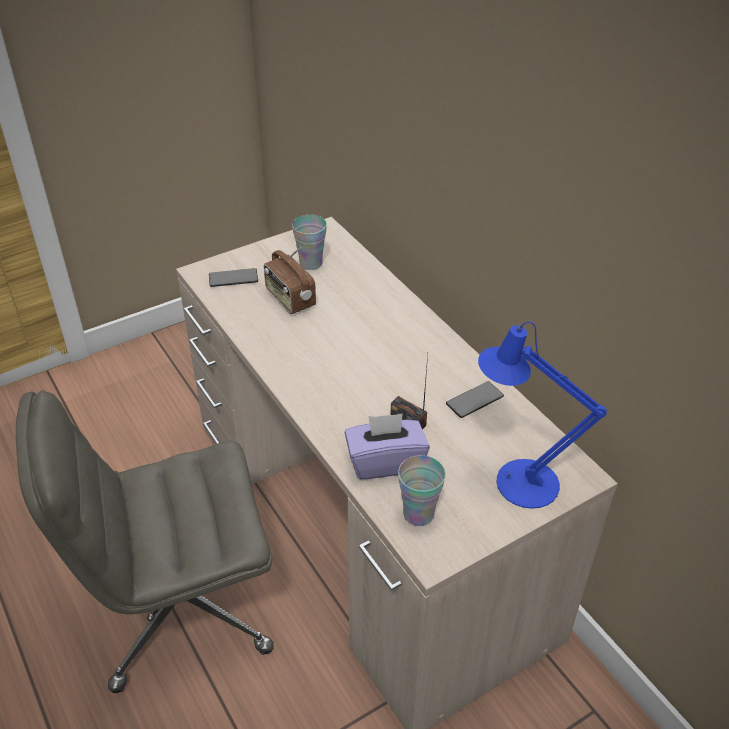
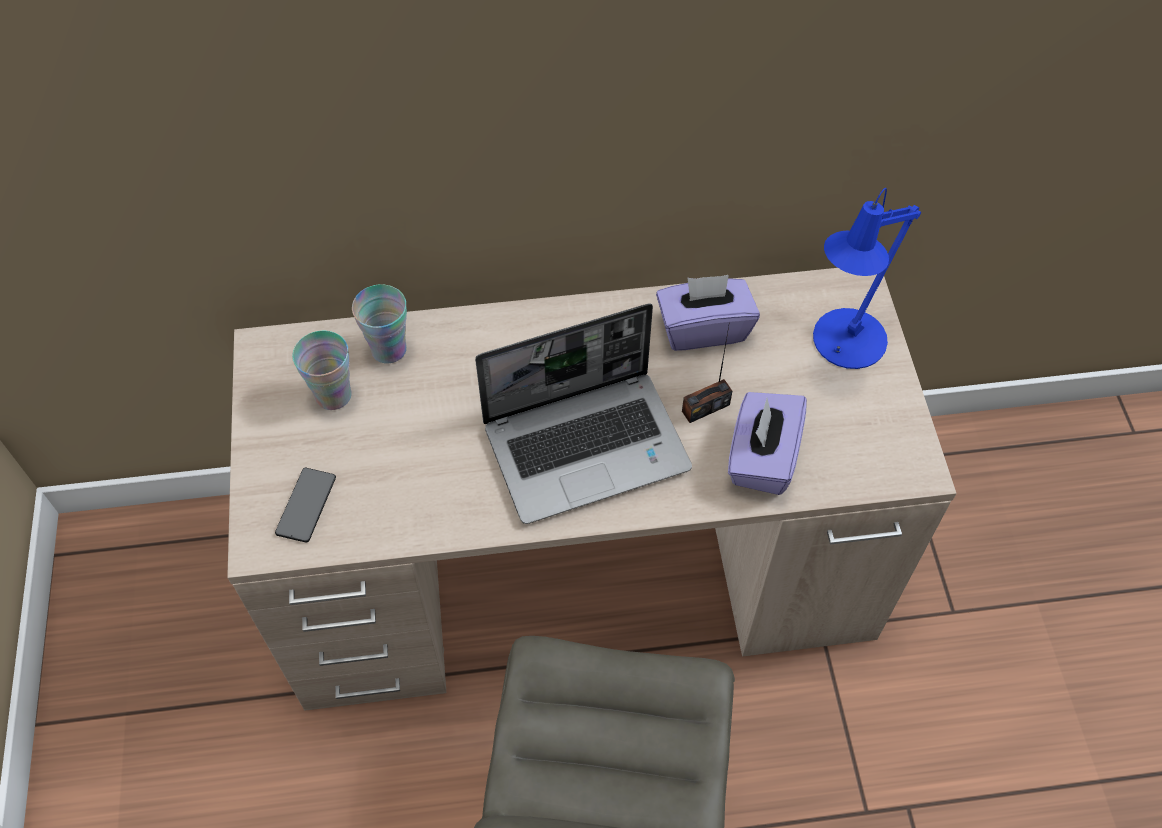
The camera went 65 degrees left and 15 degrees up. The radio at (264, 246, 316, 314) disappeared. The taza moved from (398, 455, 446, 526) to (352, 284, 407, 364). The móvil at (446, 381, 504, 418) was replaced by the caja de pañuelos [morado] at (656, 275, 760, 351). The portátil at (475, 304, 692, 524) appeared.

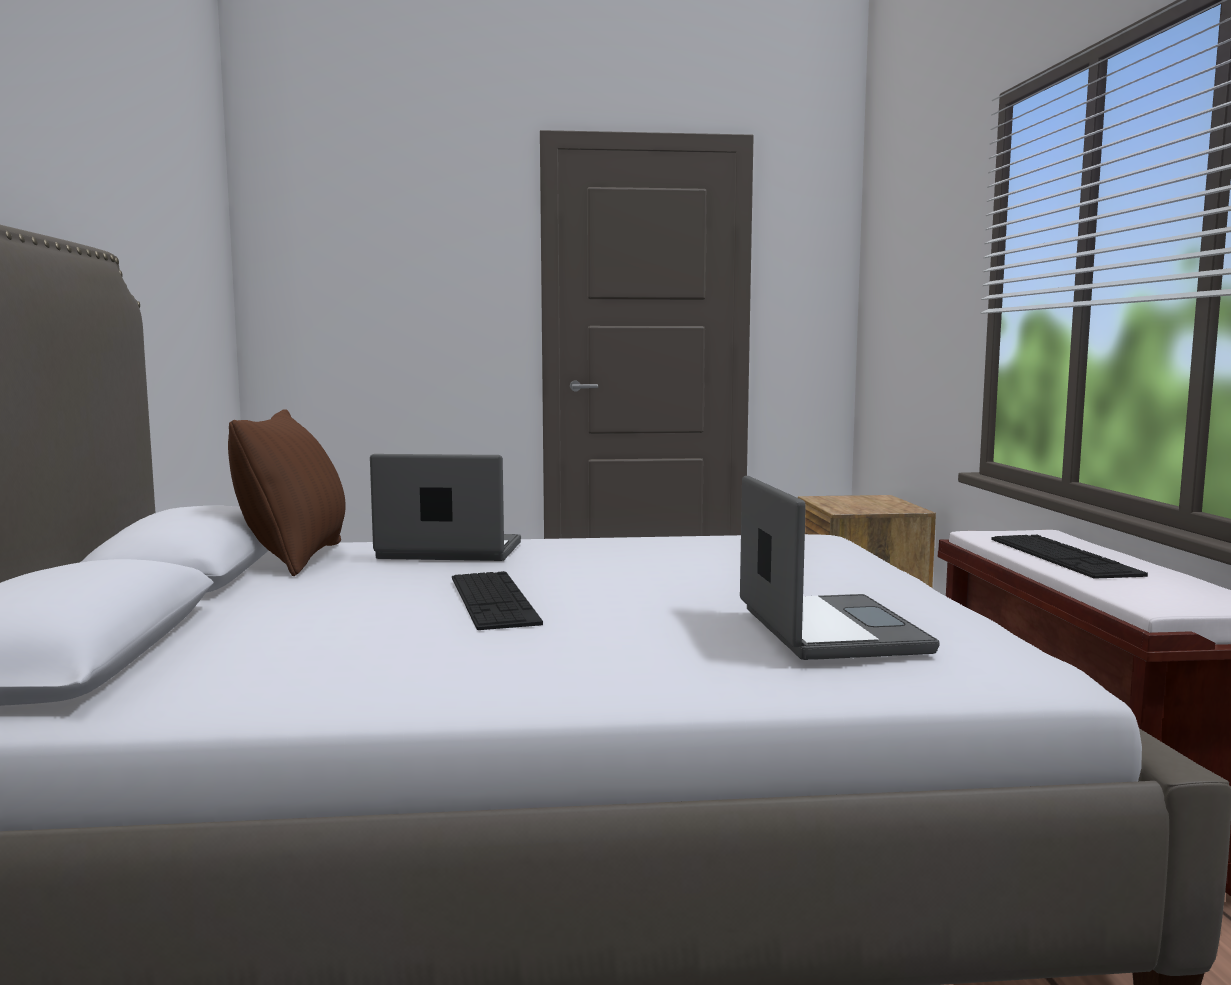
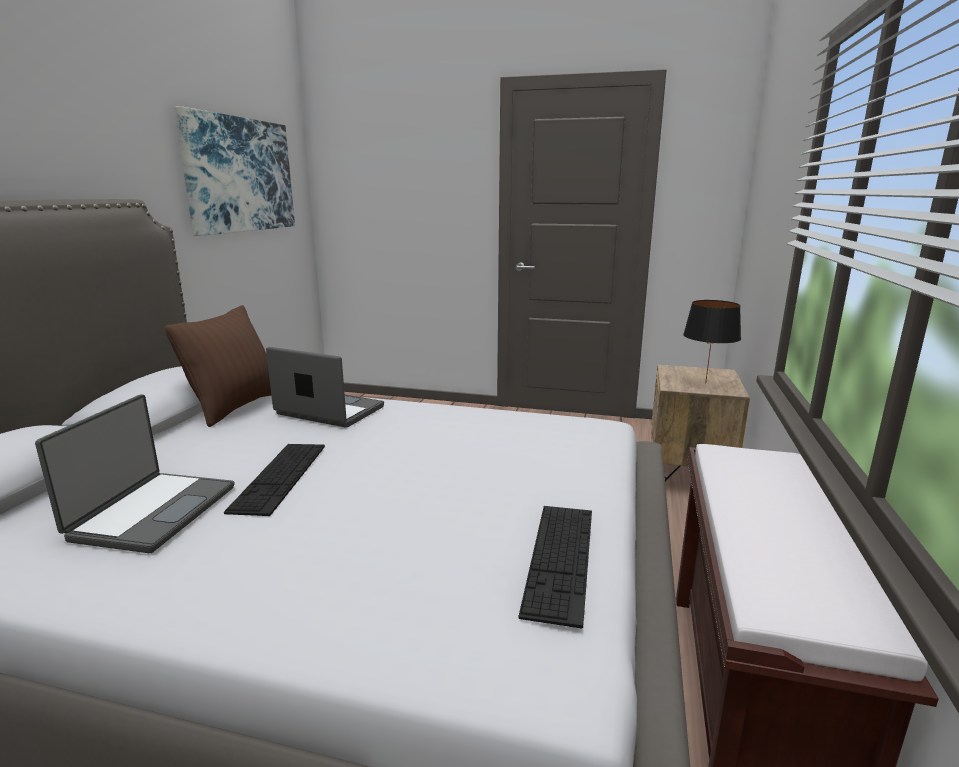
The camera went 20 degrees right and 10 degrees up. The portátil moved from (740, 476, 940, 660) to (35, 395, 235, 553). The teclado moved from (991, 535, 1148, 579) to (519, 506, 592, 629). The cuadro at (174, 106, 295, 236) appeared. The lámpara de mesa [negro] at (683, 300, 741, 383) appeared.

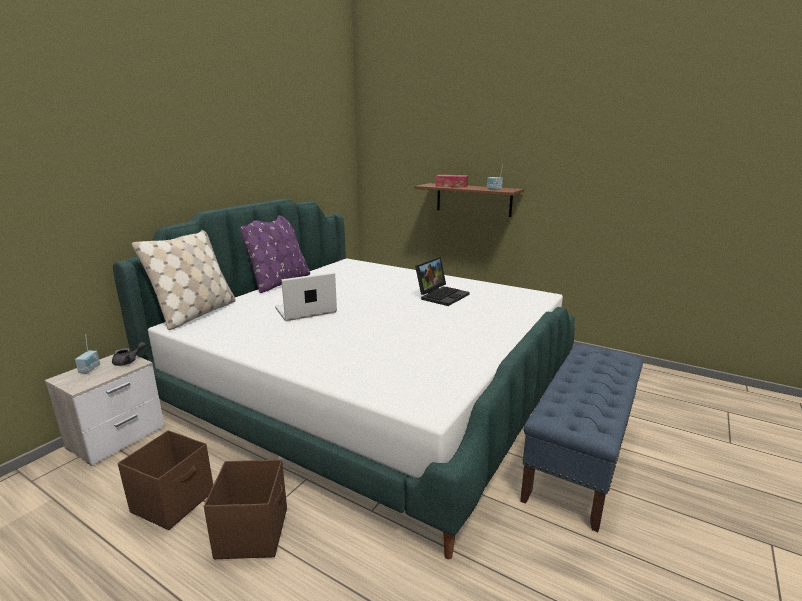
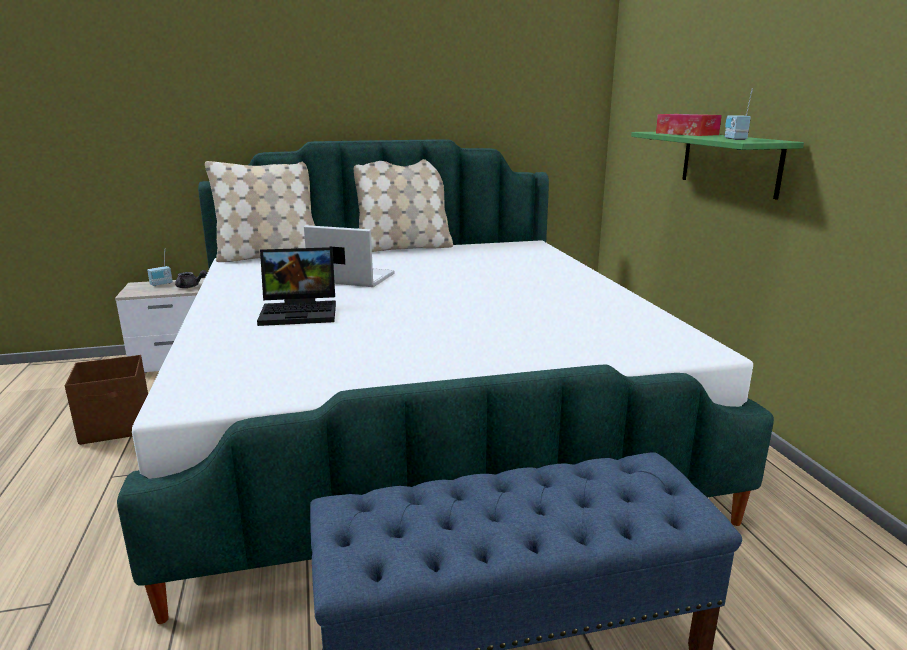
The camera went 45 degrees right and 0 degrees up. The caja de almacenaje [marrón] at (204, 460, 287, 559) disappeared. The cojín [morado] at (240, 215, 310, 293) became the cojín [beis] at (354, 159, 453, 252). The estante [marrón] at (415, 183, 524, 217) became the estante [verde] at (631, 132, 804, 200). The portátil moved from (415, 257, 470, 306) to (257, 247, 336, 326).

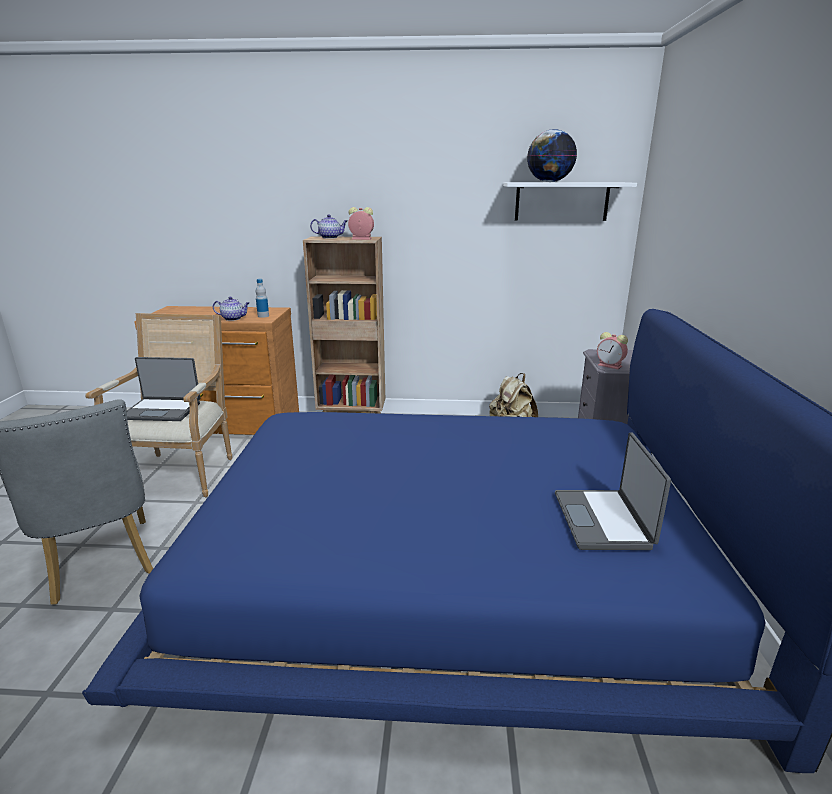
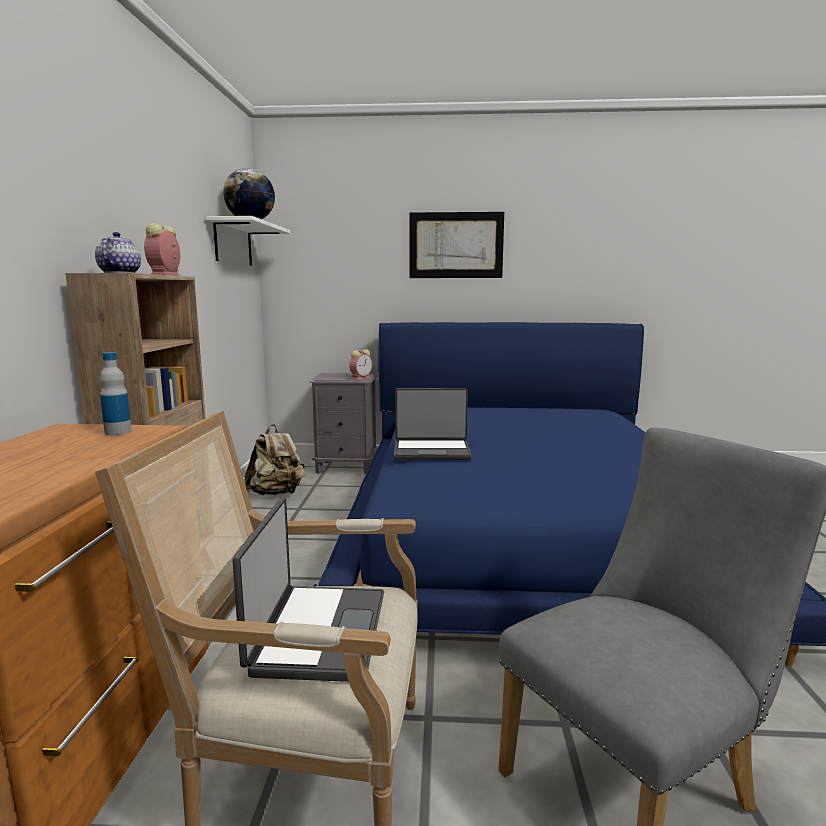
The camera went 90 degrees left and 10 degrees down. The tetera at (213, 297, 250, 321) disappeared. The portátil moved from (555, 433, 671, 550) to (394, 388, 472, 460). The cuadro at (409, 212, 504, 278) appeared.

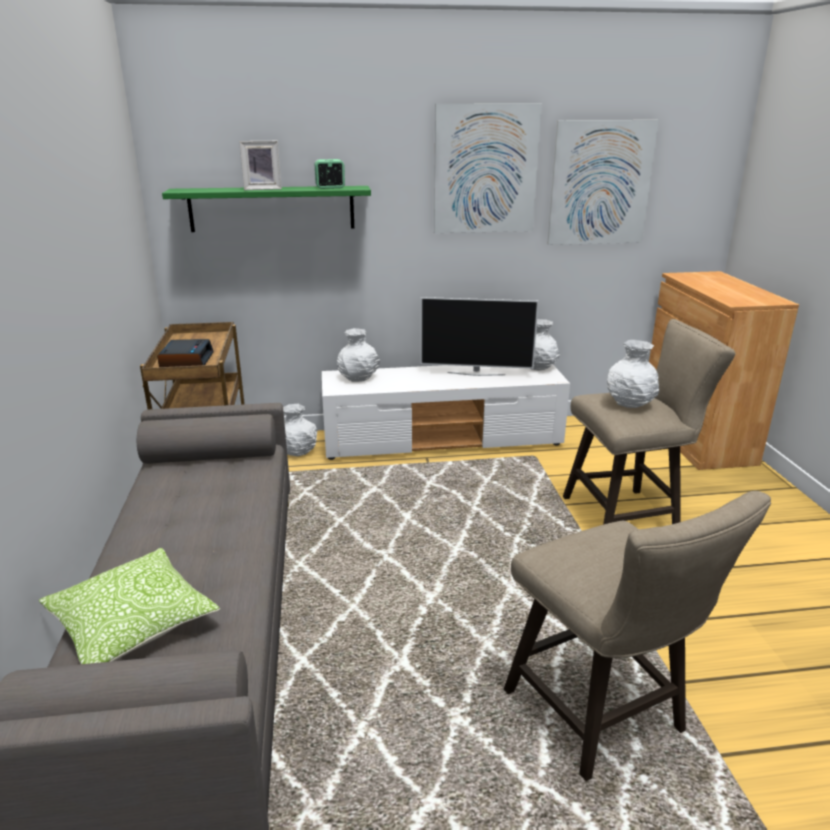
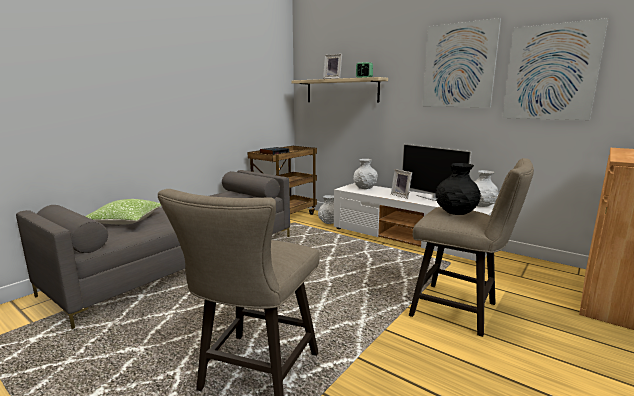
The camera went 45 degrees right and 10 degrees down. The estante [verde] at (162, 186, 371, 232) became the estante [beis] at (291, 77, 388, 102). The florero [blanco] at (607, 340, 659, 408) became the florero [negro] at (435, 163, 481, 215). The portarretratos at (391, 169, 412, 199) appeared.

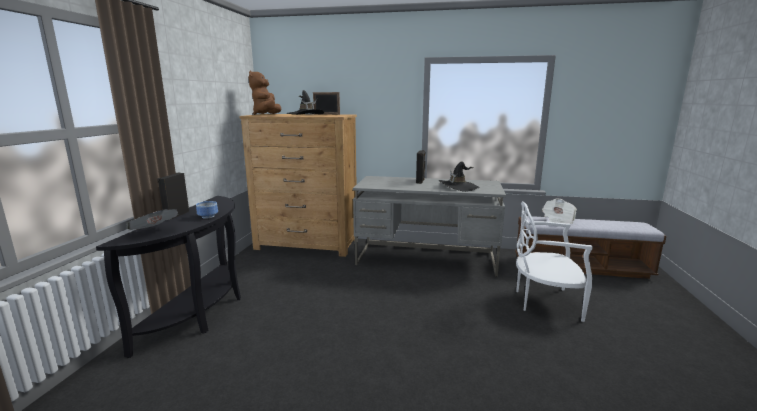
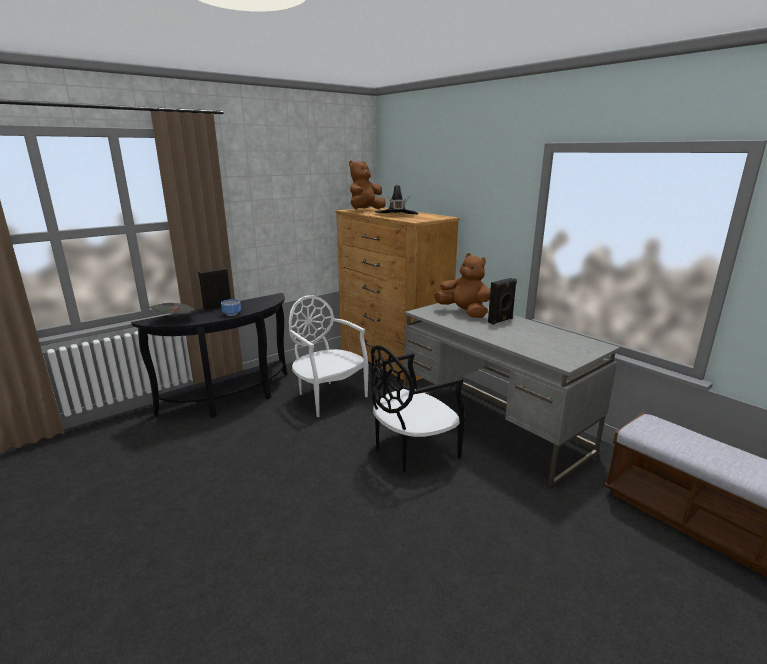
The camera went 40 degrees right and 5 degrees up. The portarretratos at (313, 92, 340, 115) disappeared. The sombrero [negro] at (439, 162, 480, 192) disappeared. The silla [blanco] moved from (516, 202, 593, 322) to (289, 295, 369, 417). The periódico at (542, 198, 577, 224) disappeared. The silla [negro] at (371, 345, 465, 472) appeared. The peluche [marrón] at (434, 253, 490, 318) appeared.

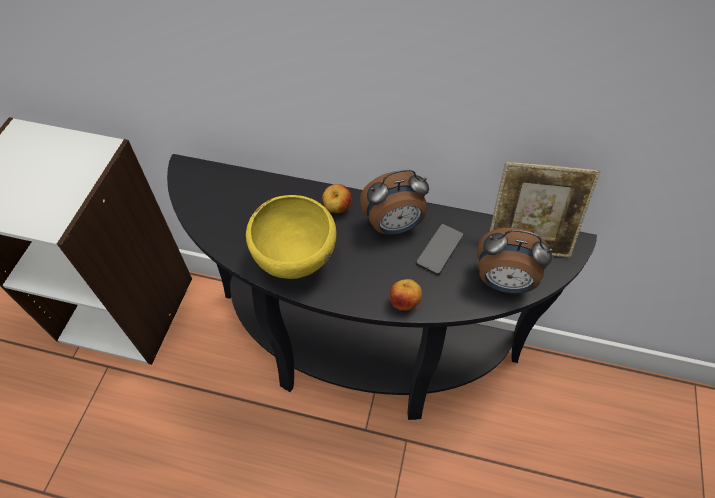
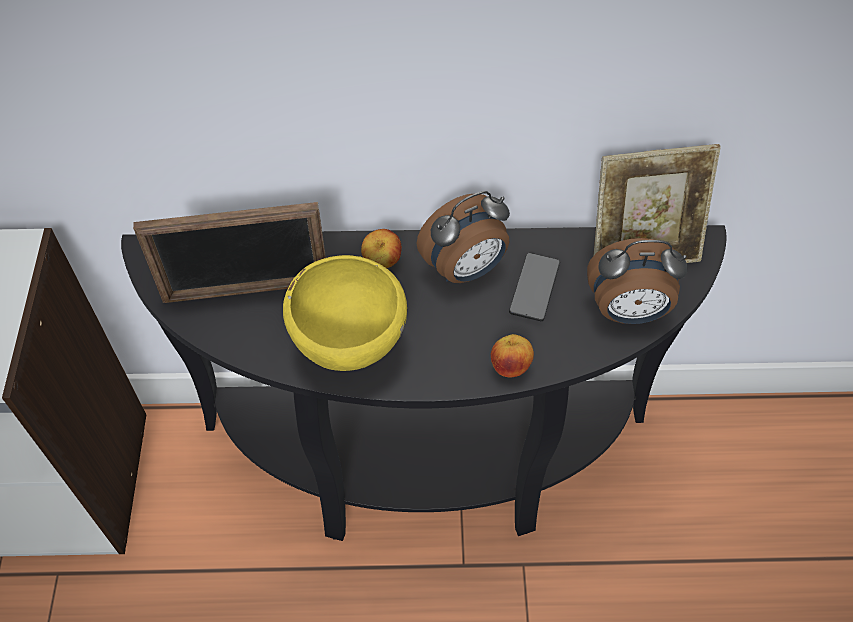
The camera went 15 degrees left and 0 degrees up. The portarretratos at (133, 202, 326, 303) appeared.

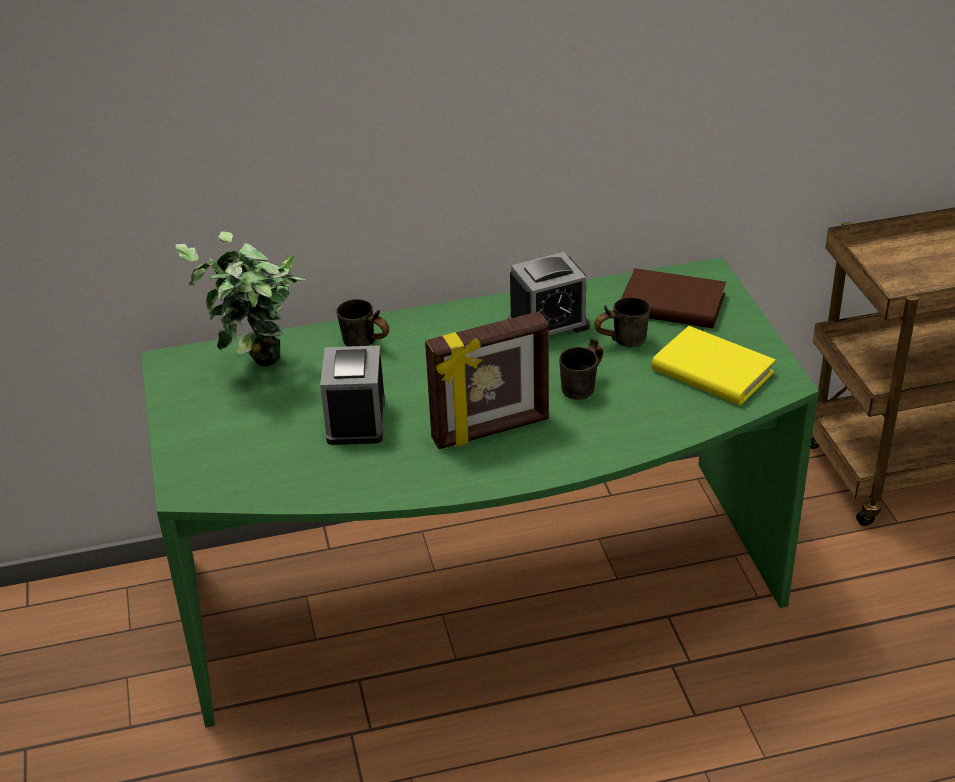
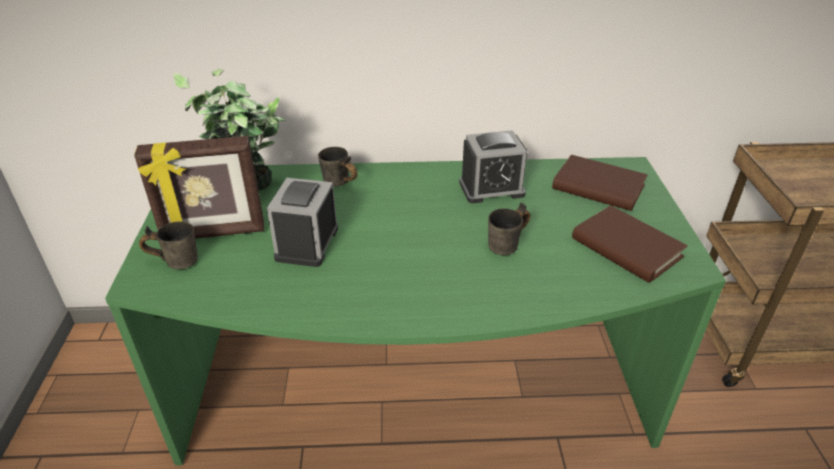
The camera went 10 degrees right and 0 degrees up. The portarretratos moved from (425, 311, 549, 449) to (134, 136, 264, 239). The taza grande [gris] moved from (594, 297, 650, 347) to (139, 221, 198, 269). The libro [amarillo] at (652, 326, 776, 405) became the libro [marrón] at (572, 205, 688, 283).

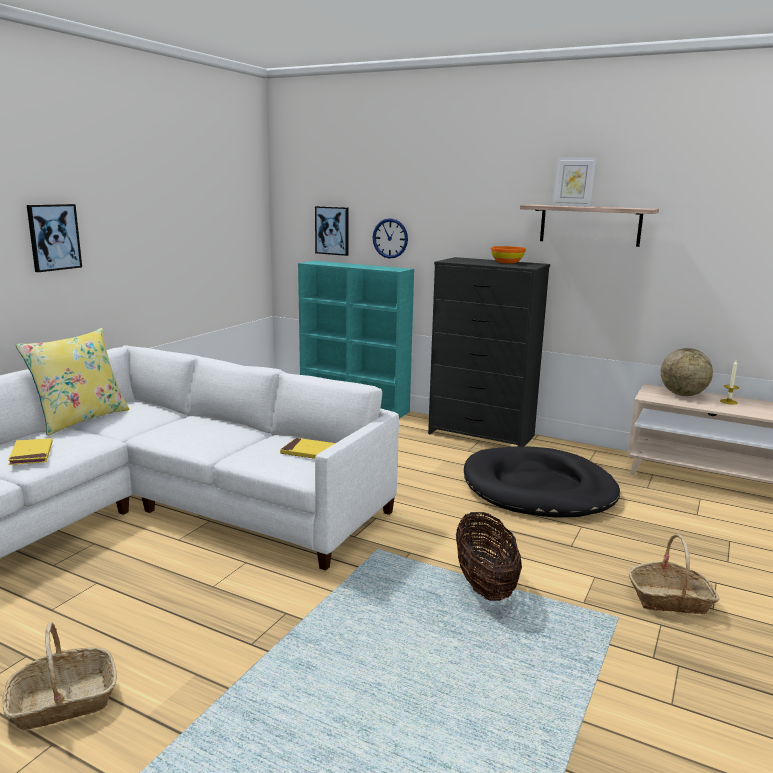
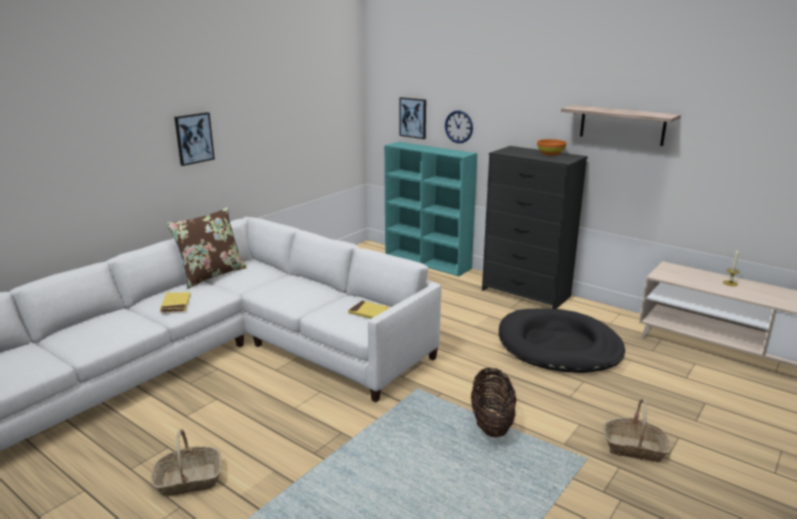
The camera went 10 degrees right and 5 degrees up. The cojín [amarillo] at (16, 328, 130, 436) became the cojín [marrón] at (166, 207, 247, 289). The portarretratos at (552, 157, 597, 207) disappeared. The globo terráqueo at (661, 348, 713, 396) disappeared.

